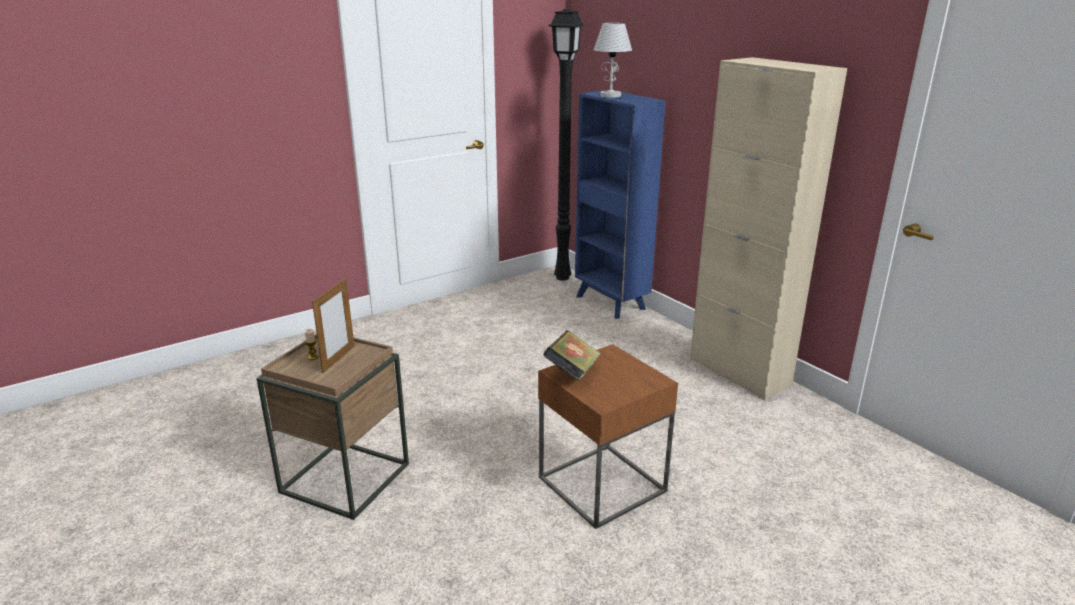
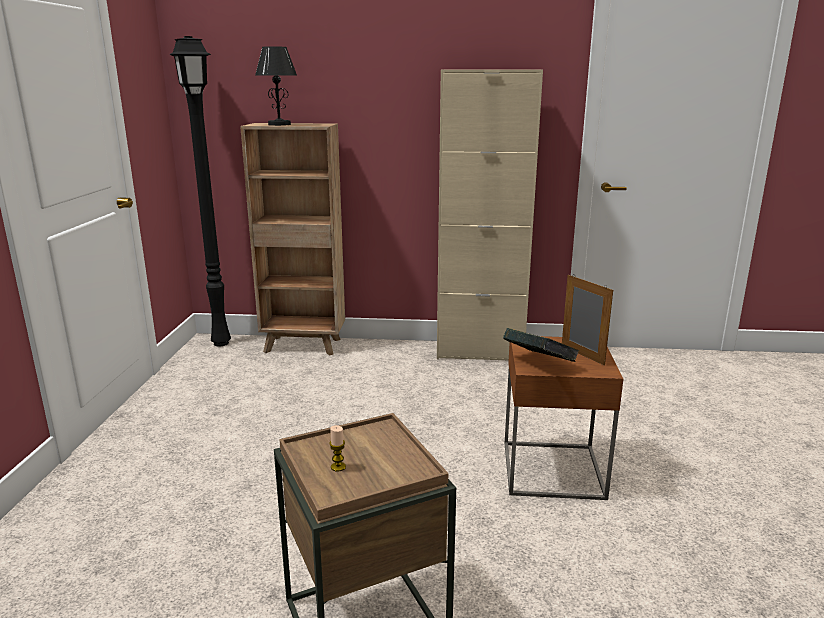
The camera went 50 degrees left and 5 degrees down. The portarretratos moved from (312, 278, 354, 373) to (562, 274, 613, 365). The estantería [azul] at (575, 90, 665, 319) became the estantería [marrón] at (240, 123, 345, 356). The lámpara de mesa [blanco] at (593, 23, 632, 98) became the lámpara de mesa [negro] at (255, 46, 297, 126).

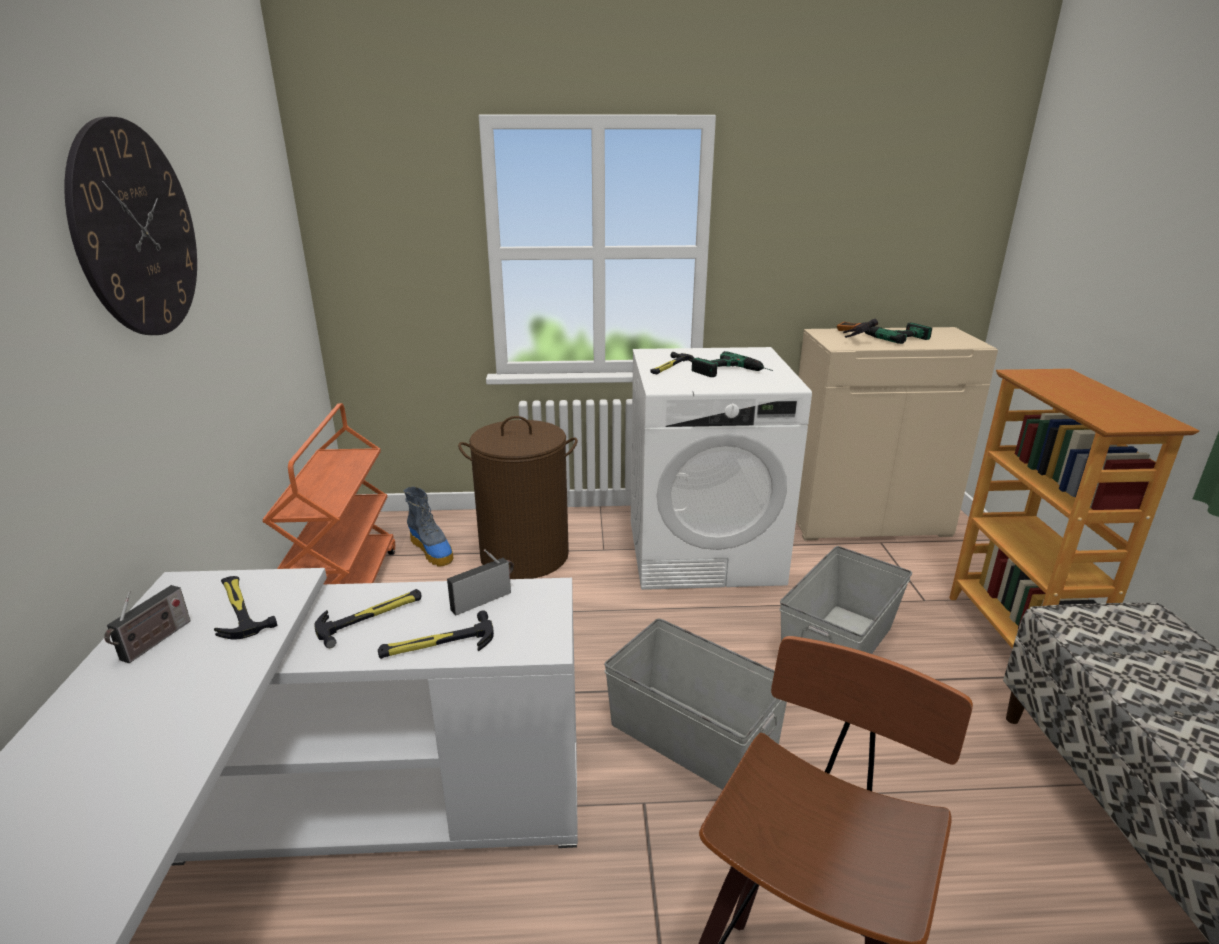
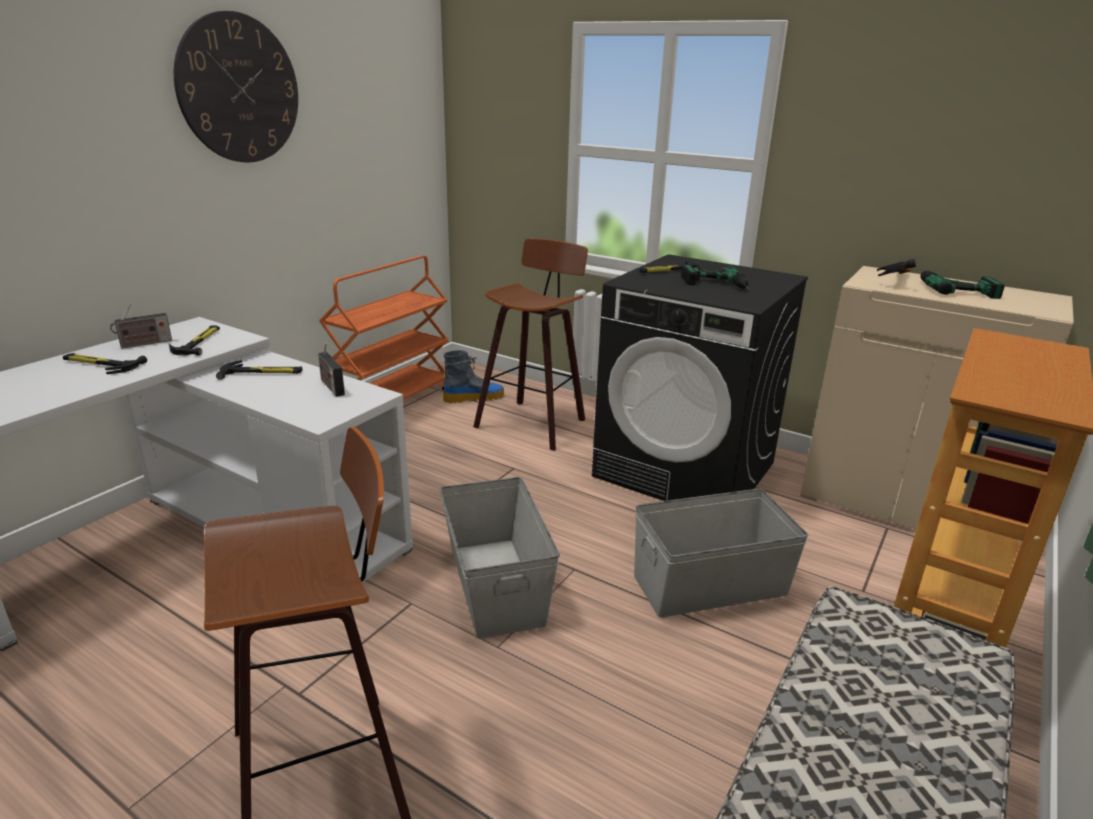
The camera went 35 degrees right and 0 degrees up. The martillo moved from (378, 610, 494, 659) to (63, 353, 147, 374). The bota at (403, 486, 454, 567) turned 105 degrees counterclockwise. The radio at (447, 549, 514, 615) turned 120 degrees counterclockwise. The cesto de la ropa [marrón] at (458, 416, 578, 579) was replaced by the taburete at (473, 238, 588, 451). The lavadora [blanco] at (631, 347, 812, 590) became the lavadora [negro] at (592, 254, 808, 501).

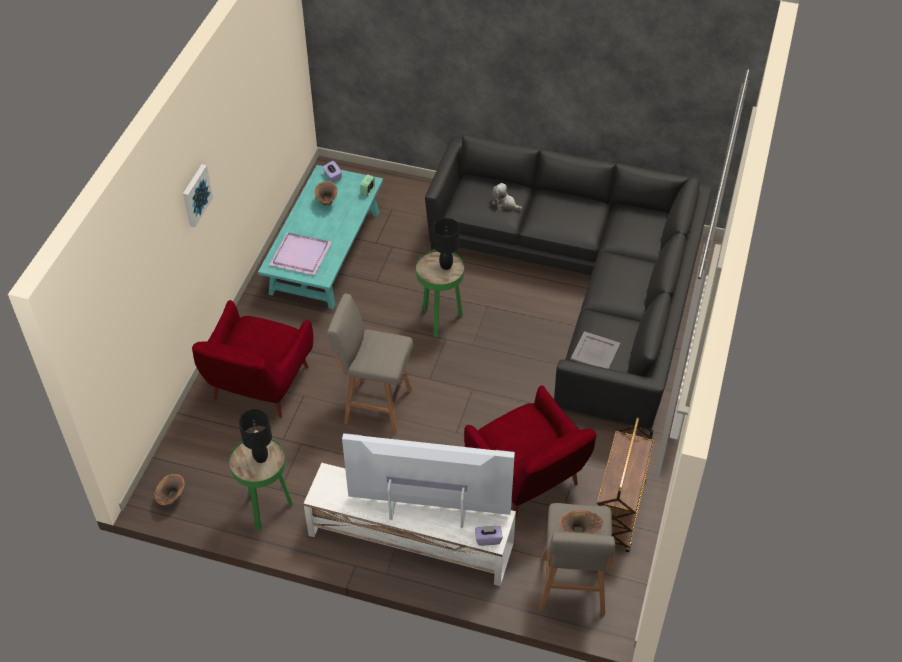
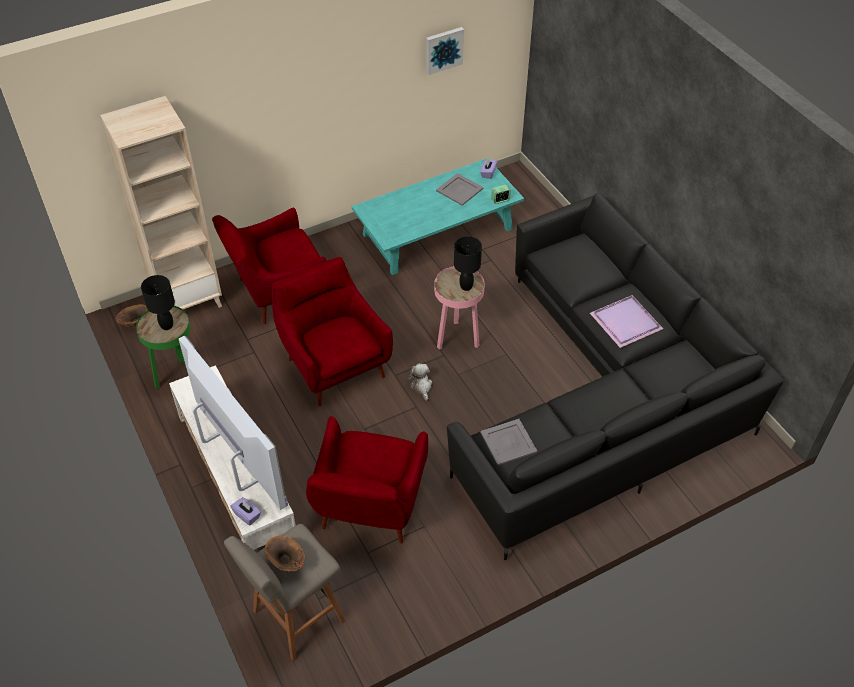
The camera went 45 degrees right and 0 degrees up. The cuadro moved from (183, 164, 213, 227) to (426, 27, 464, 75). The bandeja [morado] moved from (270, 232, 331, 275) to (590, 295, 663, 348). The florero [marrón] at (315, 181, 337, 206) was replaced by the bandeja [gris] at (436, 173, 484, 205). The taburete [gris] at (327, 293, 413, 434) was replaced by the sillón [rojo] at (271, 257, 393, 407). The mesa auxiliar [verde] at (416, 250, 464, 337) became the mesa auxiliar [rosa] at (434, 266, 485, 350). The peluche moved from (492, 183, 522, 210) to (408, 364, 432, 401). The carrito [marrón] at (597, 417, 654, 552) disappeared. The estantería [beis] at (100, 96, 222, 309) appeared.

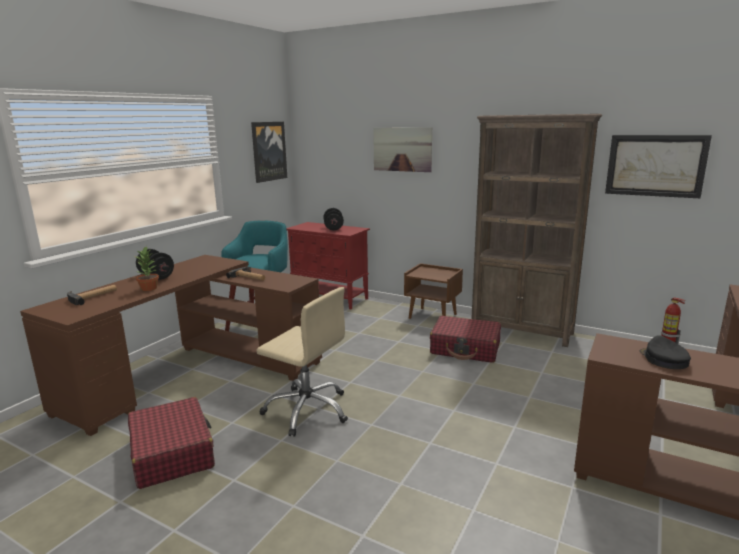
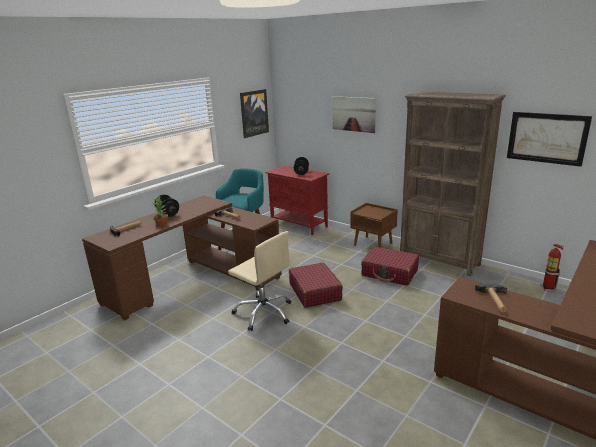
The camera went 10 degrees right and 5 degrees up. The maleta [rojo] moved from (128, 397, 215, 489) to (289, 262, 343, 308). The gorra [negro] at (640, 335, 691, 369) was replaced by the martillo at (475, 284, 507, 313).

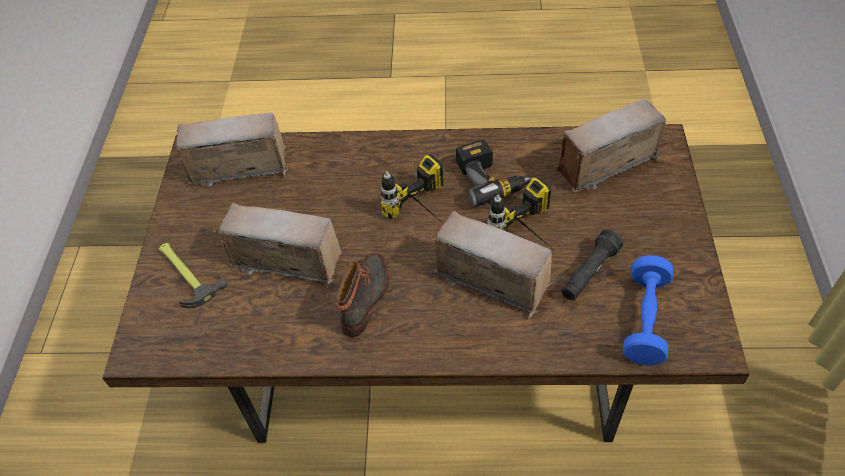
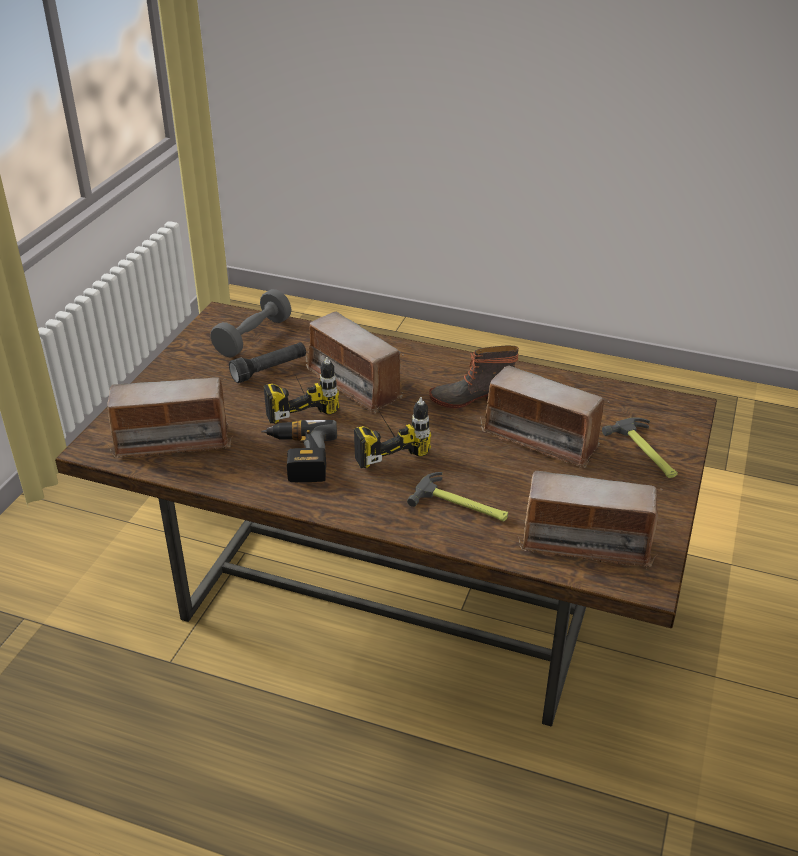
The camera went 165 degrees left and 15 degrees down. The bota at (336, 253, 389, 337) turned 45 degrees clockwise. The mancuerna [azul] at (623, 255, 673, 366) became the mancuerna [gris] at (211, 289, 291, 358). The martillo at (407, 472, 508, 522) appeared.

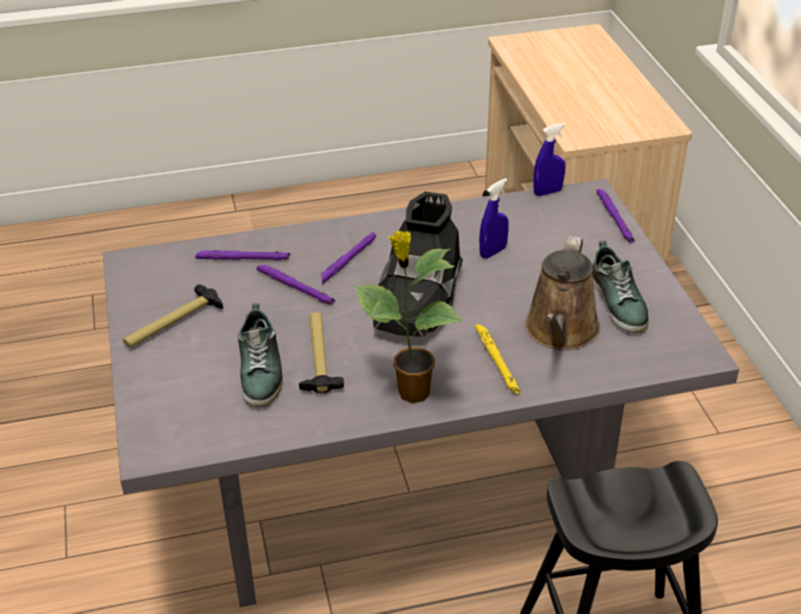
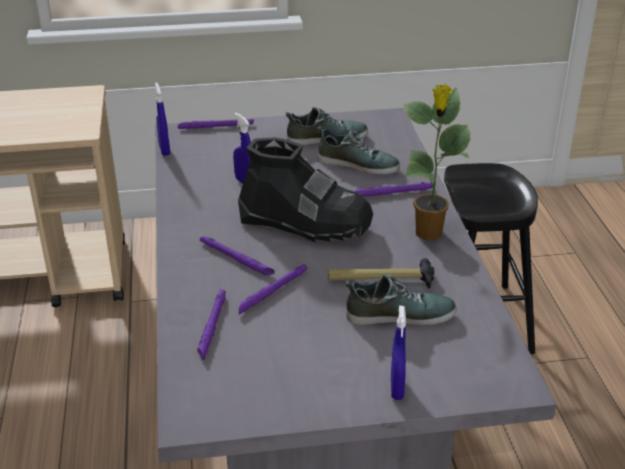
The camera went 85 degrees left and 5 degrees down. The martillo at (123, 284, 223, 348) disappeared. The linterna [amarillo] at (475, 324, 520, 394) became the linterna [morado] at (354, 182, 433, 197). The regadera [marrón] at (525, 236, 600, 350) was replaced by the zapato at (317, 126, 400, 175). The pulverizador [azul] at (391, 306, 406, 400) appeared.

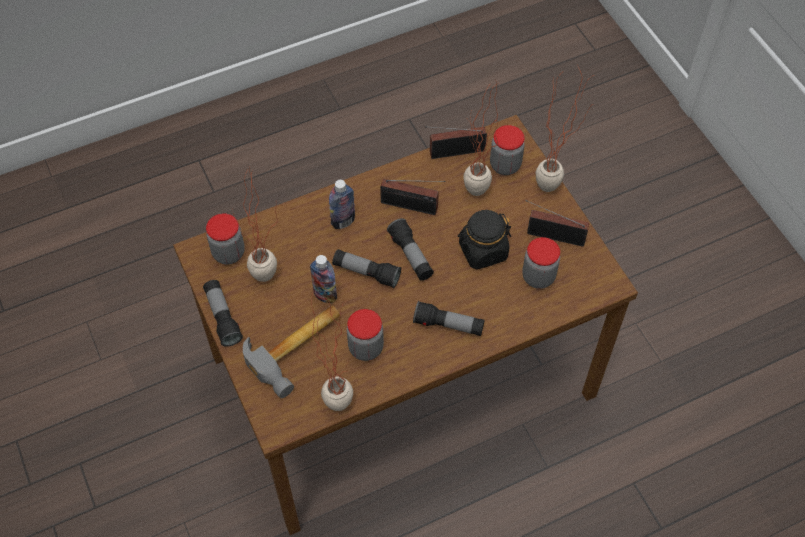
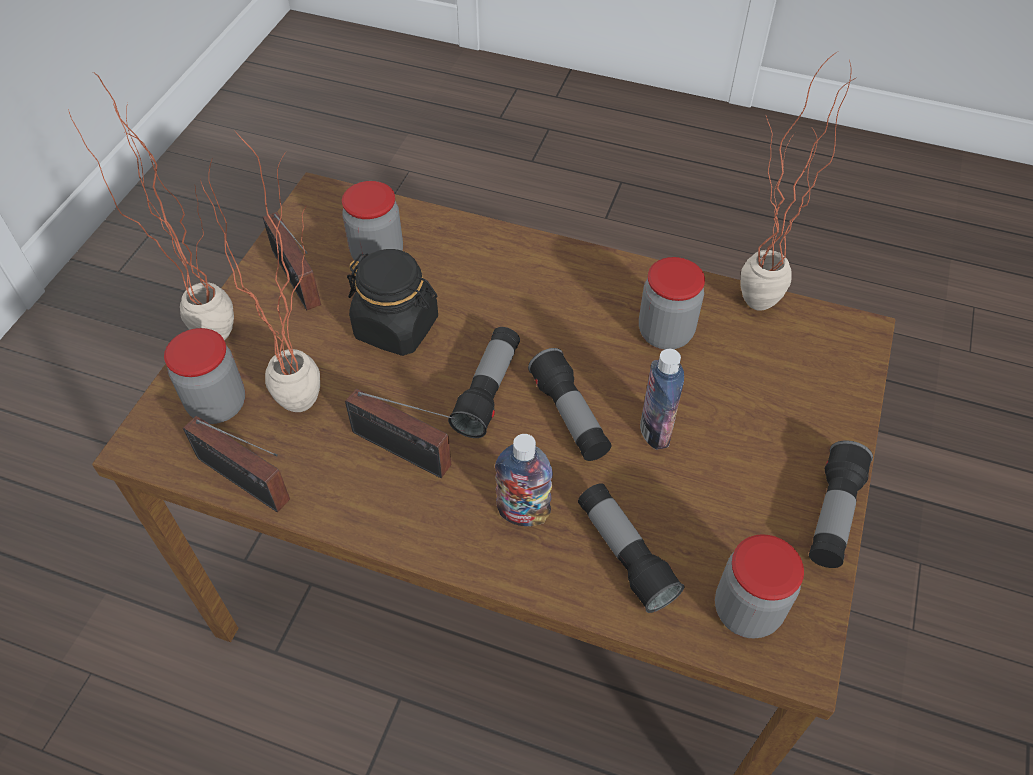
The camera went 135 degrees left and 5 degrees down. The planta en maceta at (232, 168, 278, 282) disappeared. The martillo at (243, 305, 340, 398) disappeared. The radio at (380, 179, 446, 215) turned 150 degrees clockwise. The linterna moved from (413, 301, 484, 336) to (578, 483, 684, 613).

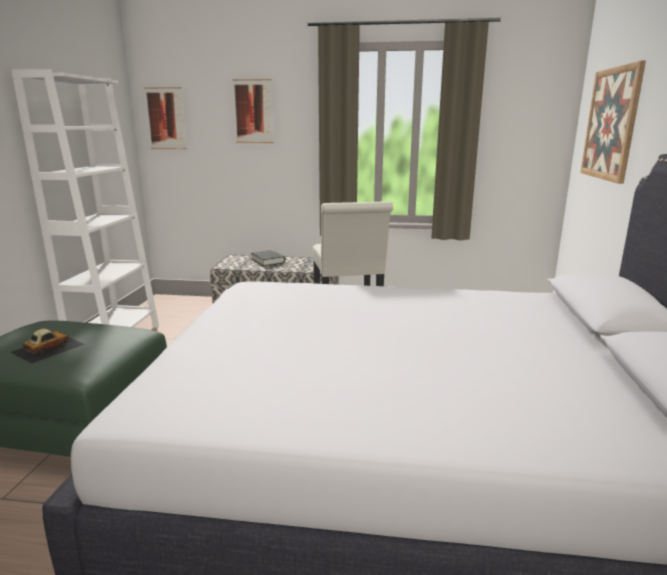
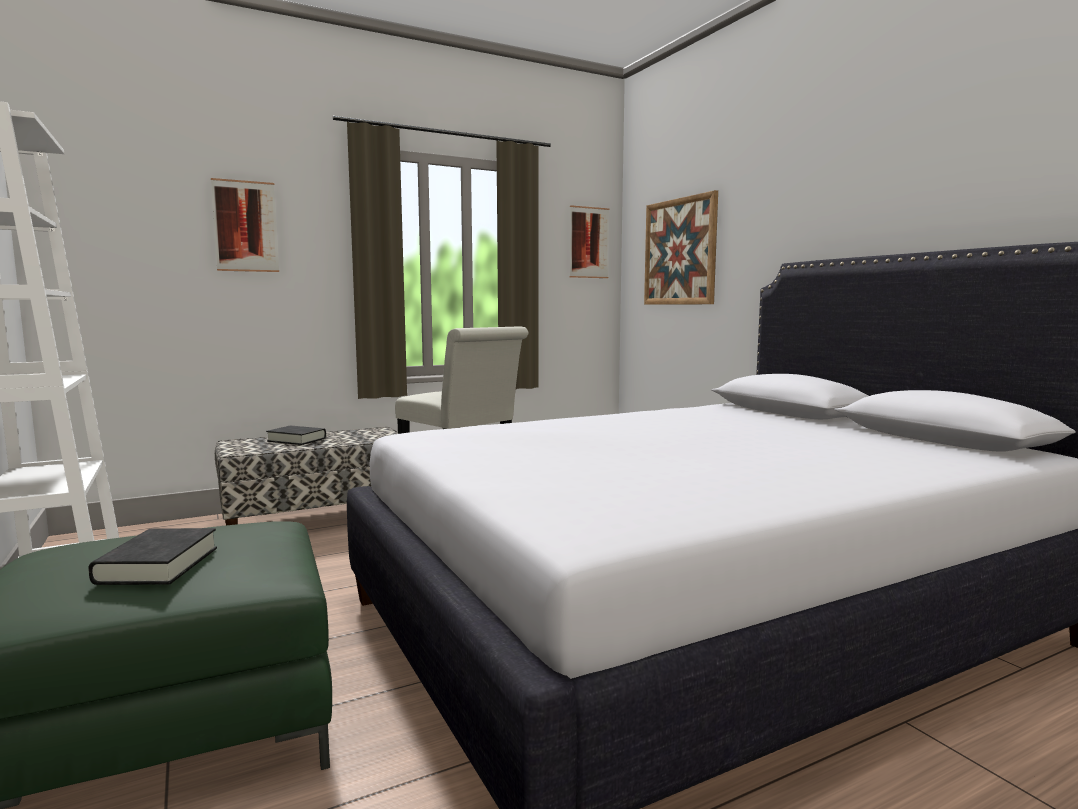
The camera went 35 degrees left and 10 degrees down. The coche de juguete at (10, 328, 84, 364) was replaced by the libro [negro] at (88, 528, 217, 585). The cuadro moved from (144, 87, 187, 149) to (569, 205, 609, 278).

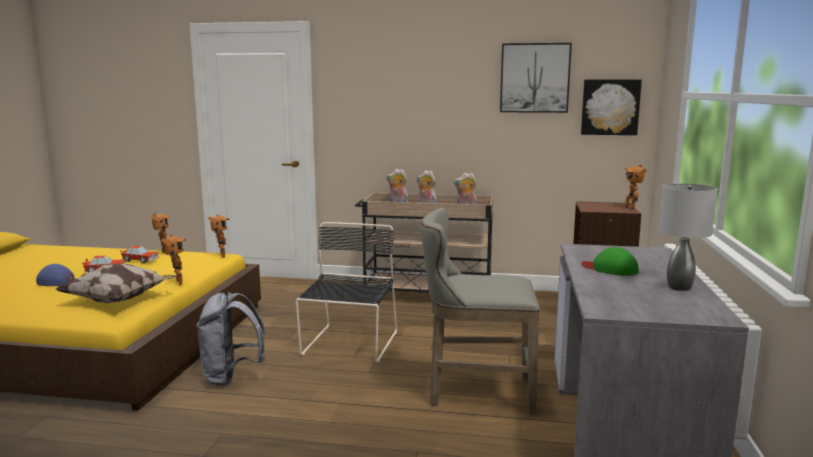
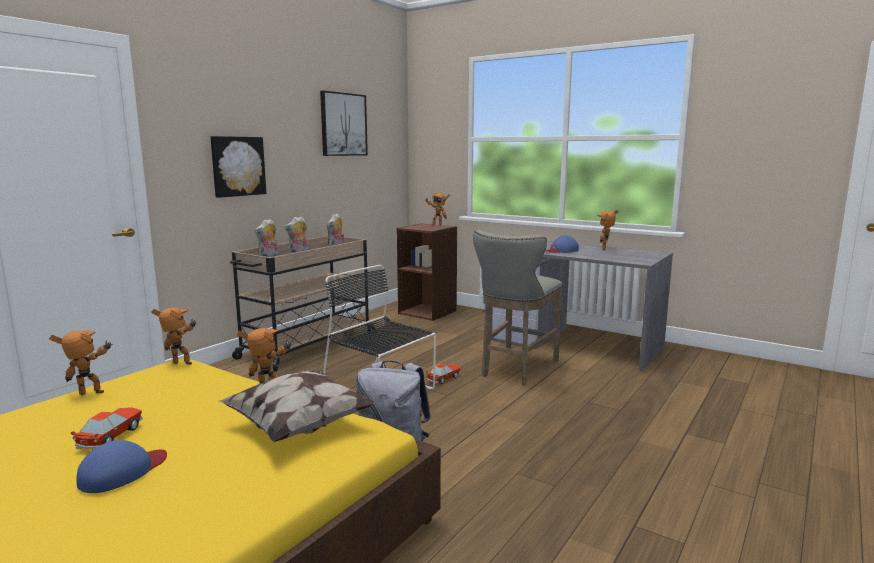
The camera went 65 degrees left and 0 degrees up. The coche de juguete moved from (120, 246, 159, 263) to (426, 364, 461, 384). The cuadro moved from (581, 80, 642, 135) to (210, 136, 266, 198). The gorra [verde] at (581, 247, 639, 276) became the gorra [azul] at (545, 235, 579, 253). The lámpara de mesa [gris] at (659, 183, 717, 291) was replaced by the robot de juguete at (597, 210, 619, 250).

